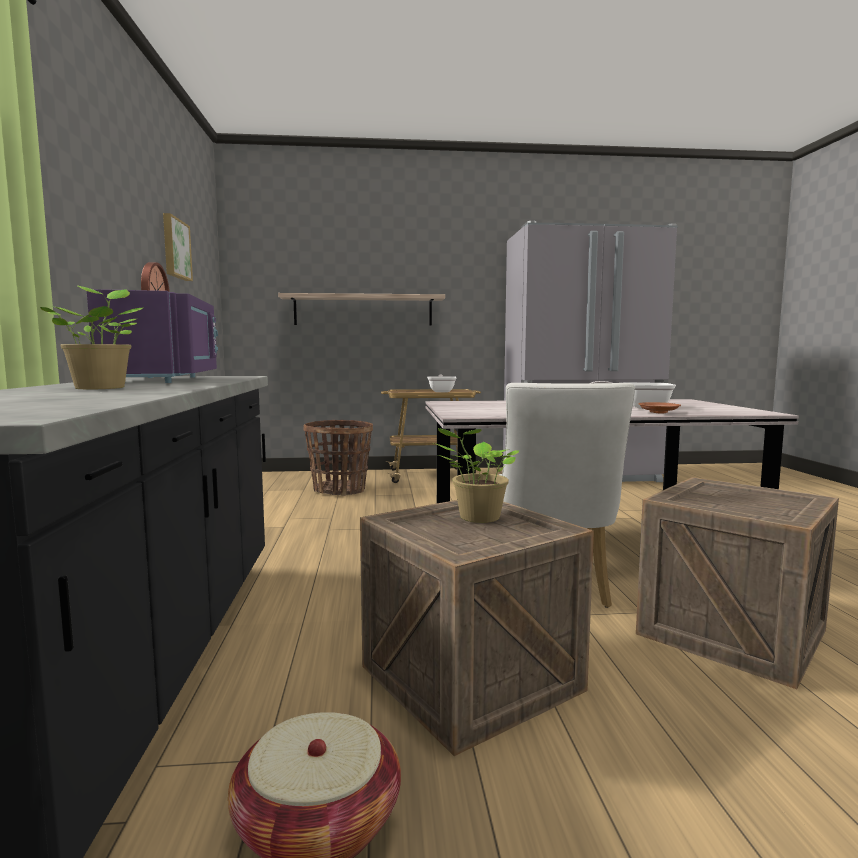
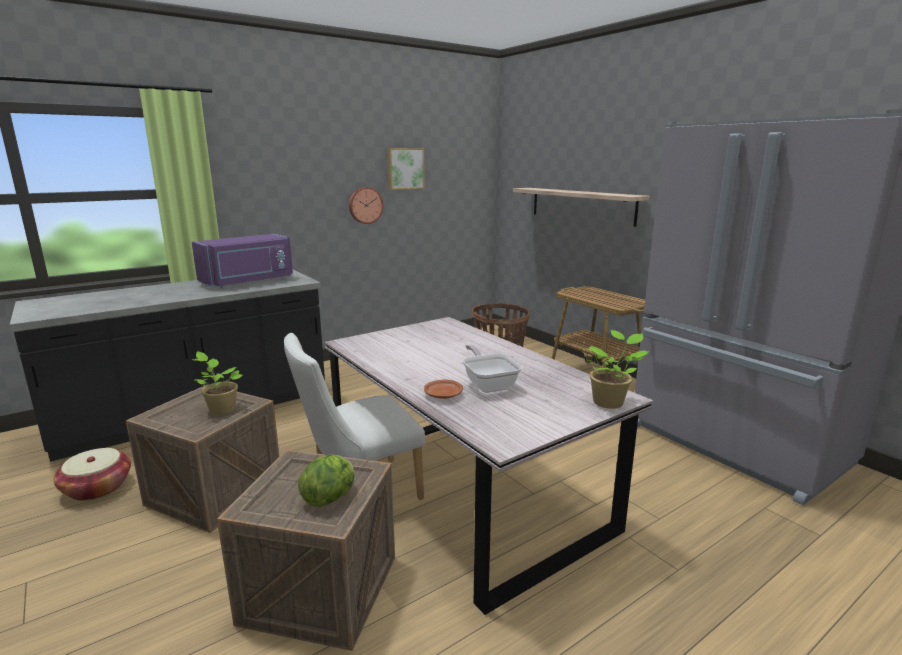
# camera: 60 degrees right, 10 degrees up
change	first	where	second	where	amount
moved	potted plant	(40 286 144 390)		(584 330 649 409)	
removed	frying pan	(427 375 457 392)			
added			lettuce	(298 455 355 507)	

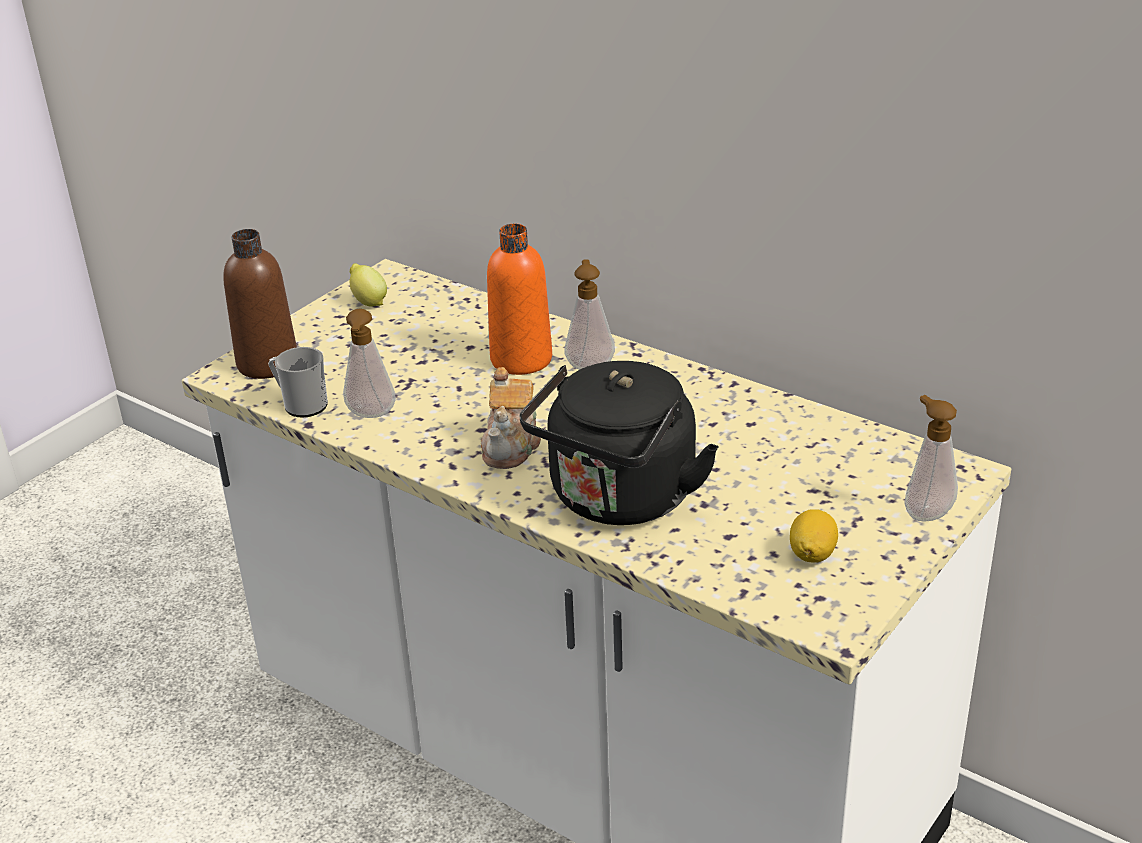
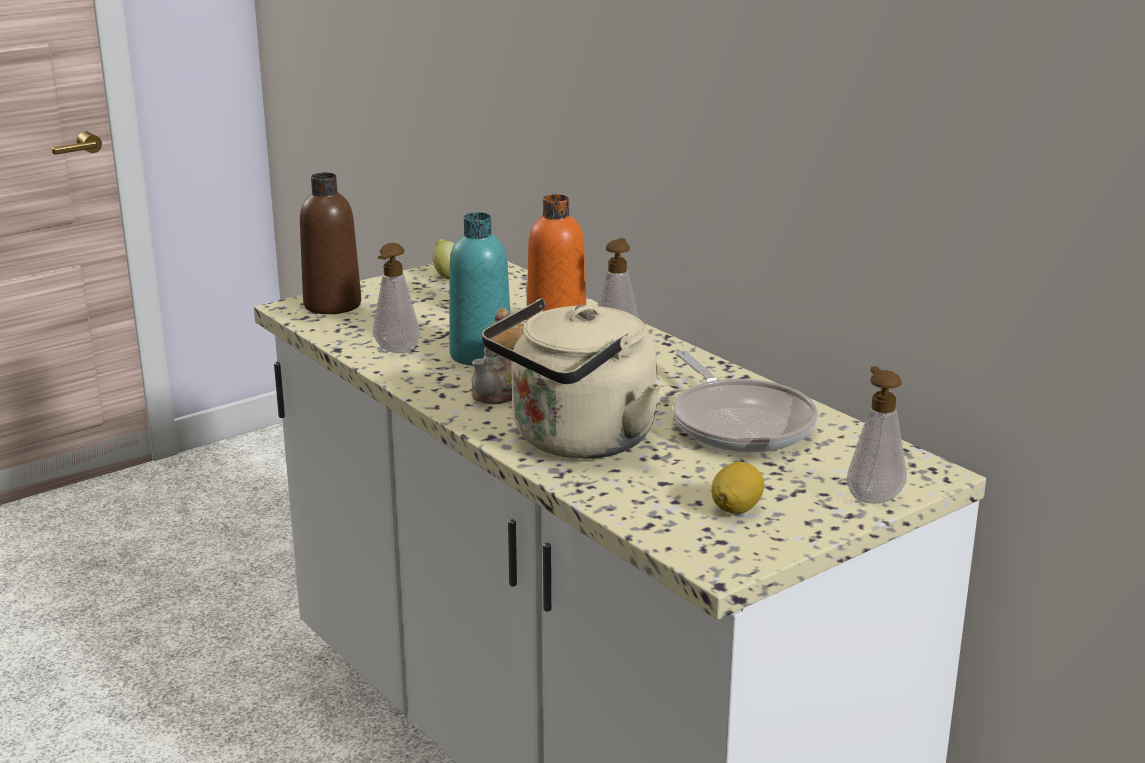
# camera: 15 degrees right, 10 degrees down
change	first	where	second	where	amount
removed	mug	(268 347 328 417)			
recoloured	black kettle	(520 361 719 525)	beige kettle	(482 298 661 459)	
added			turquoise bottle	(449 212 511 366)	
added			frying pan	(673 351 818 453)	

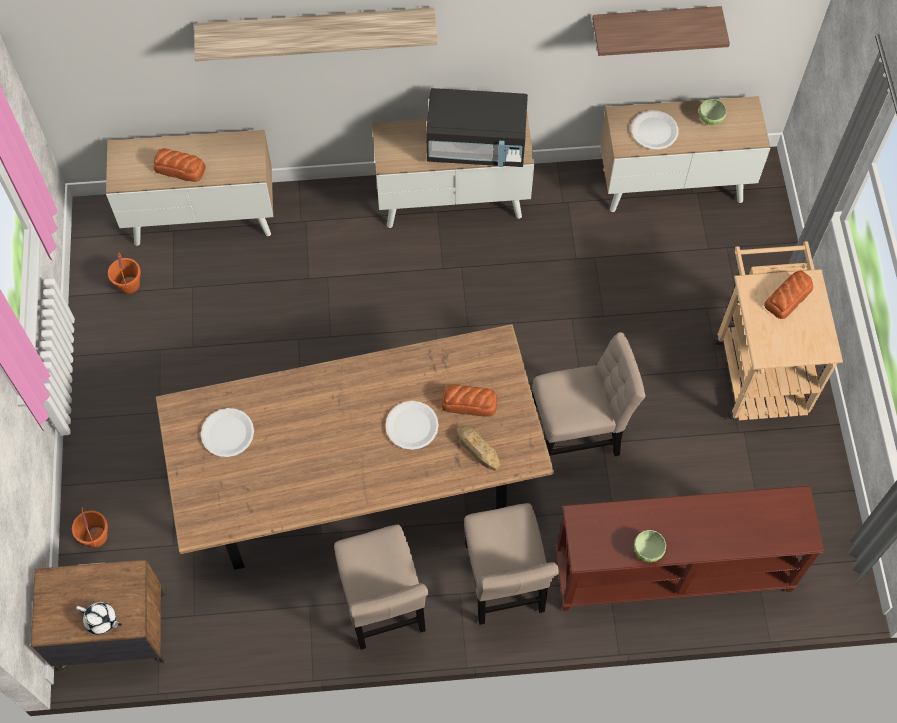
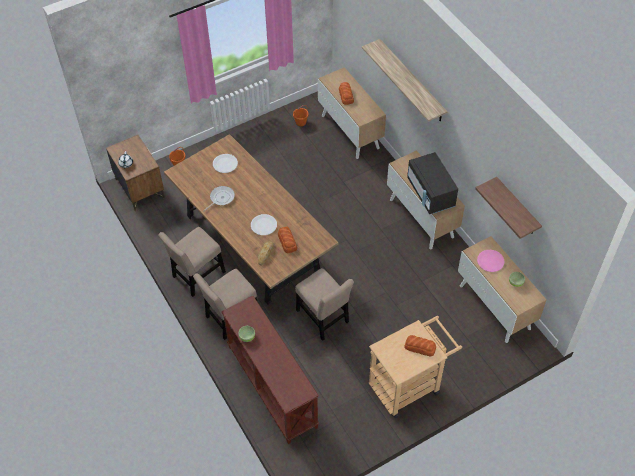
# camera: 65 degrees right, 10 degrees down
change	first	where	second	where	amount
recoloured	white plate	(631 110 678 150)	pink plate	(477 250 505 272)	
added			frying pan	(203 186 235 212)	

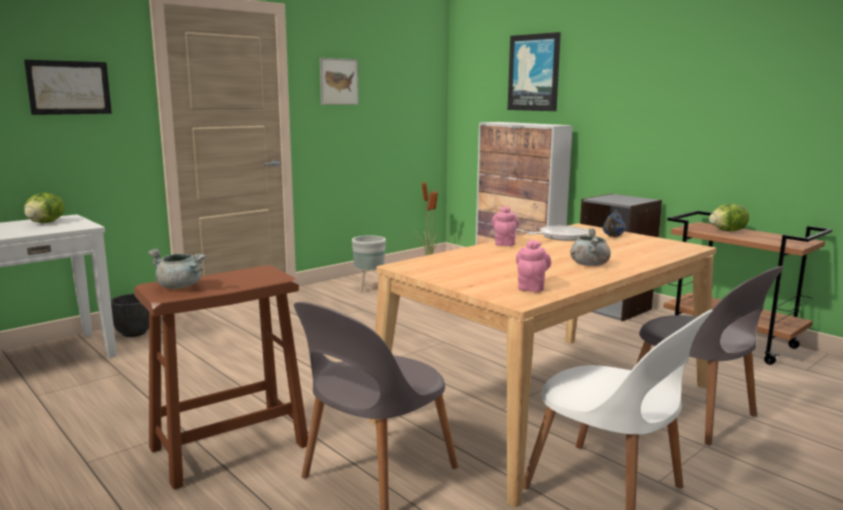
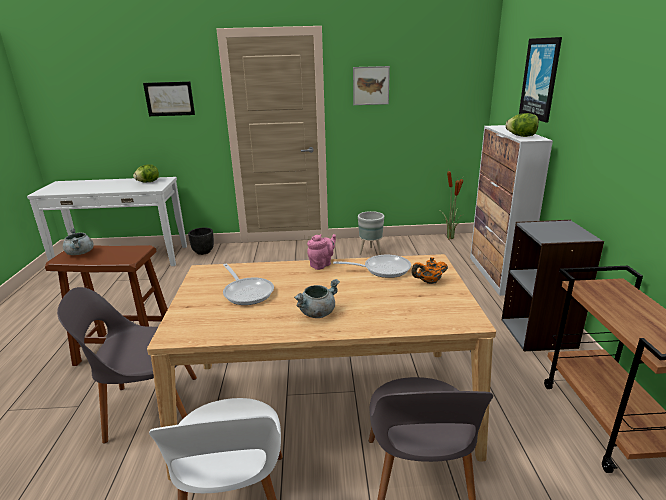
# camera: 40 degrees right, 10 degrees up
change	first	where	second	where	amount
removed	pink teapot	(516 240 551 292)			
recoloured	blue teapot	(603 210 625 237)	orange teapot	(411 257 448 284)	
moved	lettuce	(709 204 749 231)		(505 113 539 137)	
added			frying pan	(223 264 274 305)	

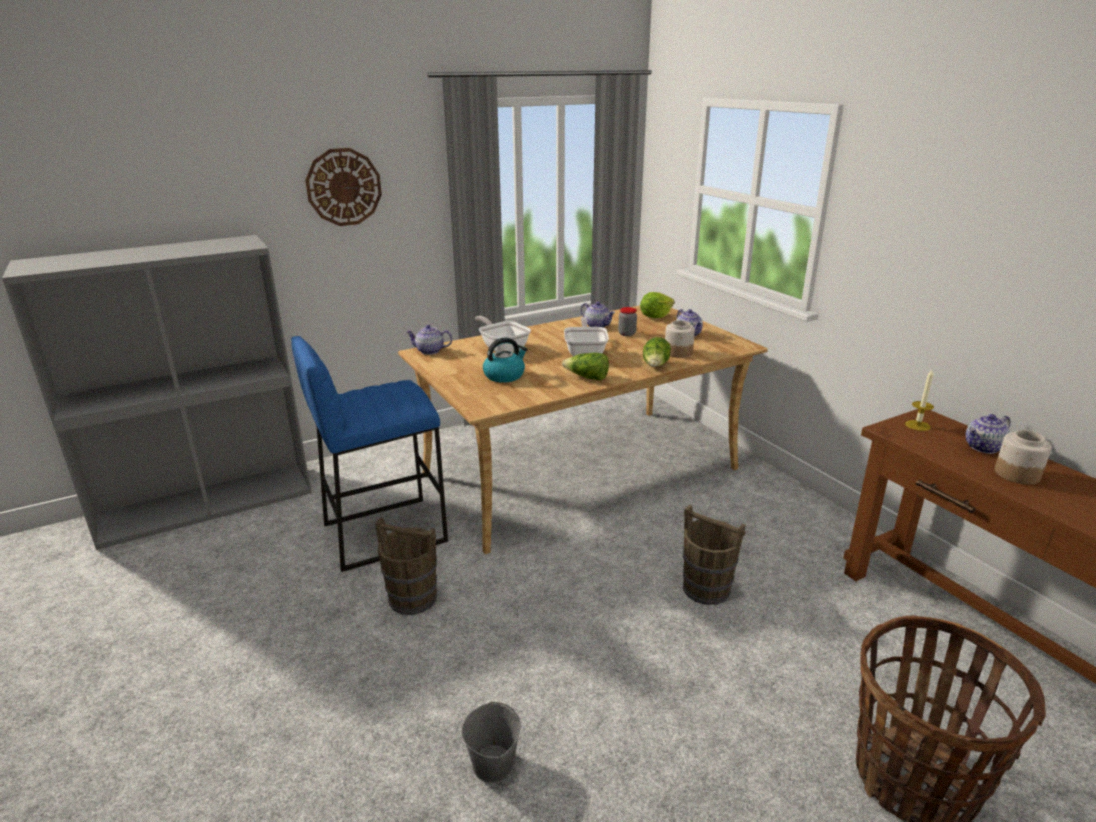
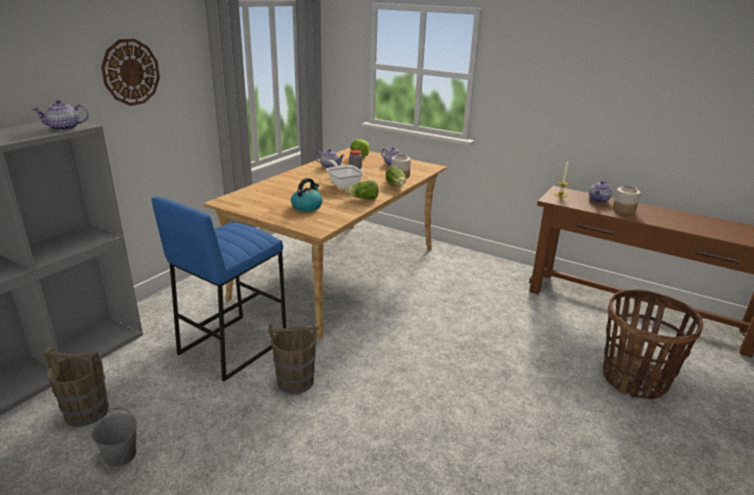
# camera: 30 degrees left, 0 degrees up
change	first	where	second	where	amount
moved	teapot	(406 325 452 355)		(33 100 89 131)	
moved	grey bucket	(461 702 521 783)		(91 408 137 467)	
removed	frying pan	(475 316 531 352)			
moved	brown bucket	(683 505 746 605)		(44 347 109 427)	

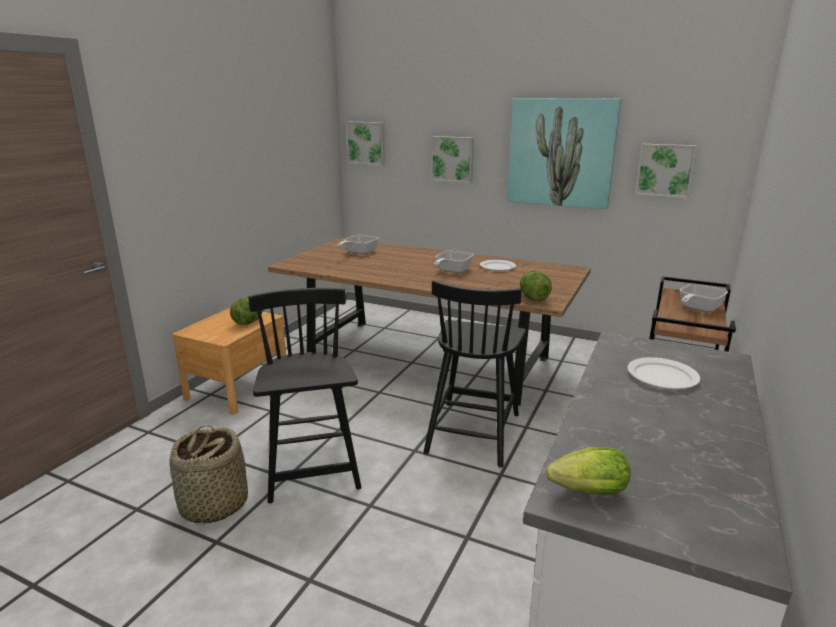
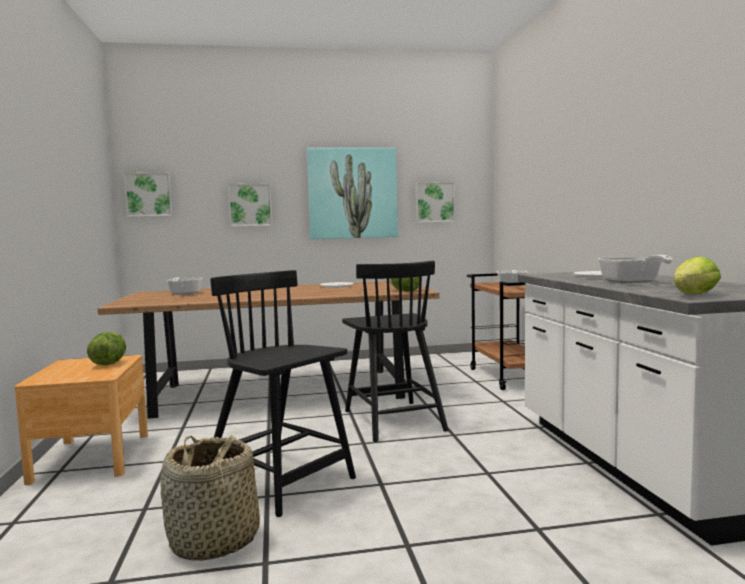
# camera: 35 degrees left, 15 degrees down
change	first	where	second	where	amount
moved	frying pan	(434 251 474 273)		(598 255 673 283)	

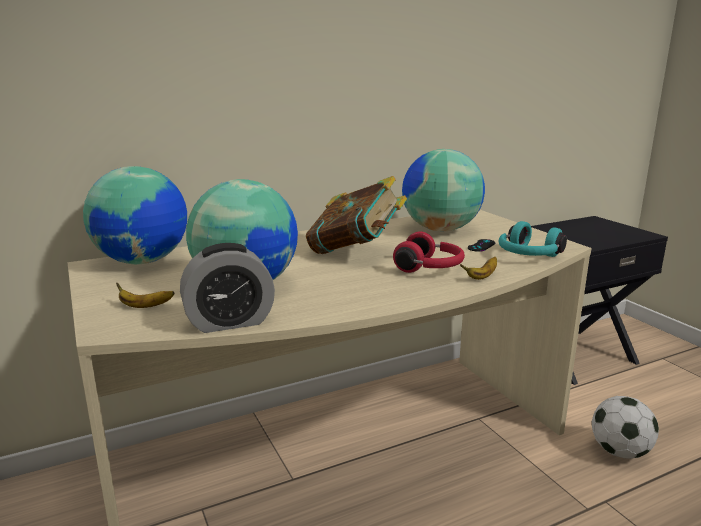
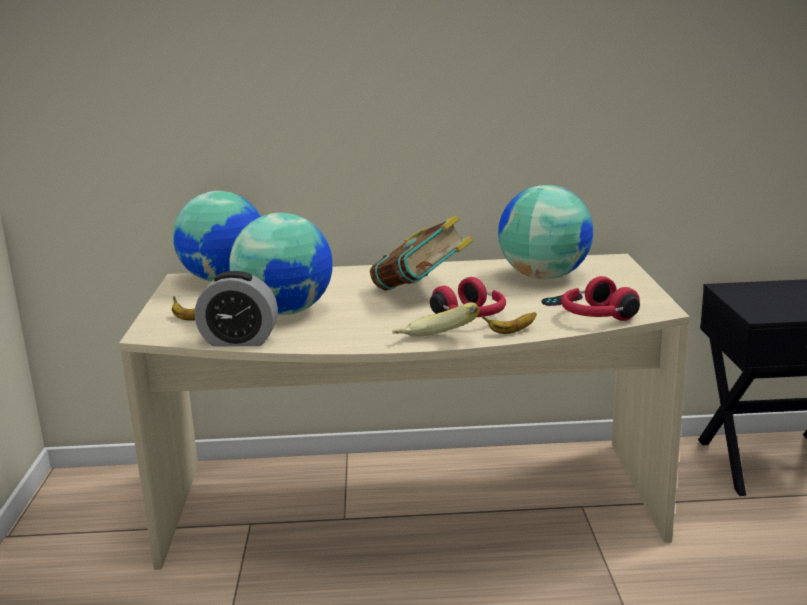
# camera: 25 degrees right, 0 degrees up
change	first	where	second	where	amount
recoloured	turquoise headphones	(499 221 567 257)	red headphones	(561 276 640 321)	
removed	football	(592 396 659 459)			
added			banana	(392 302 479 337)	

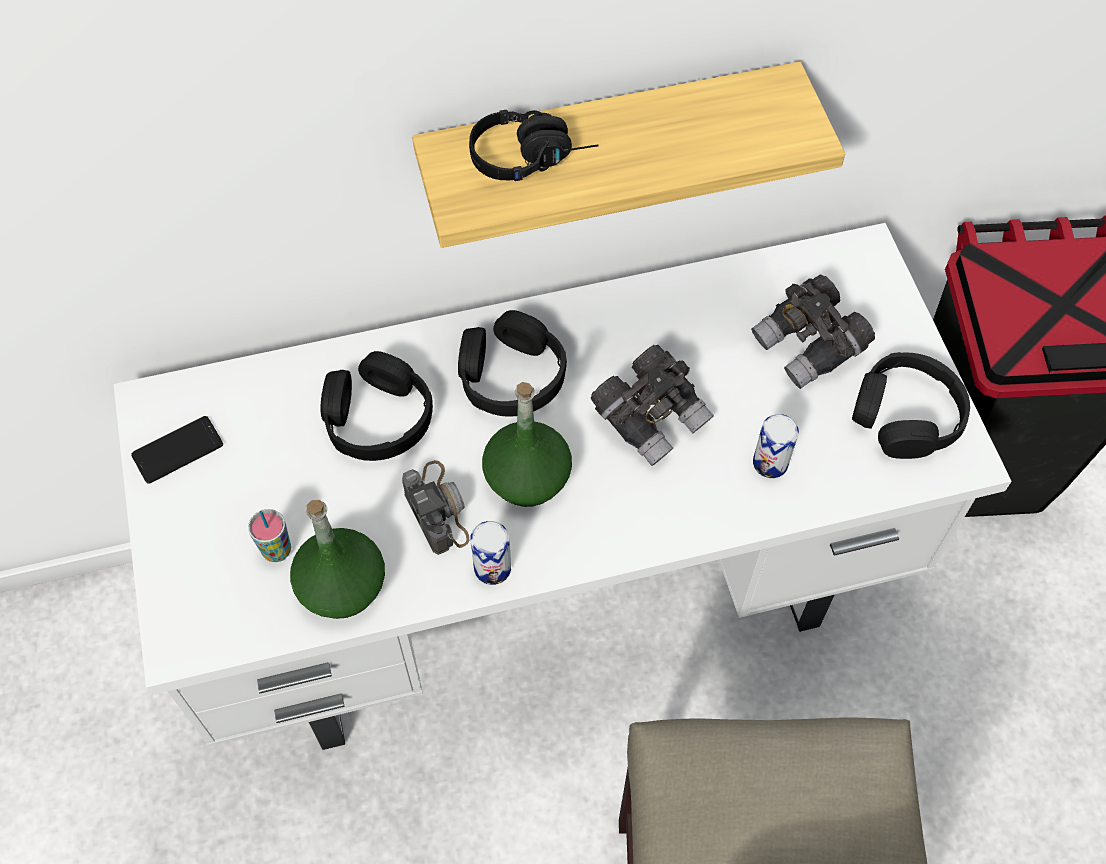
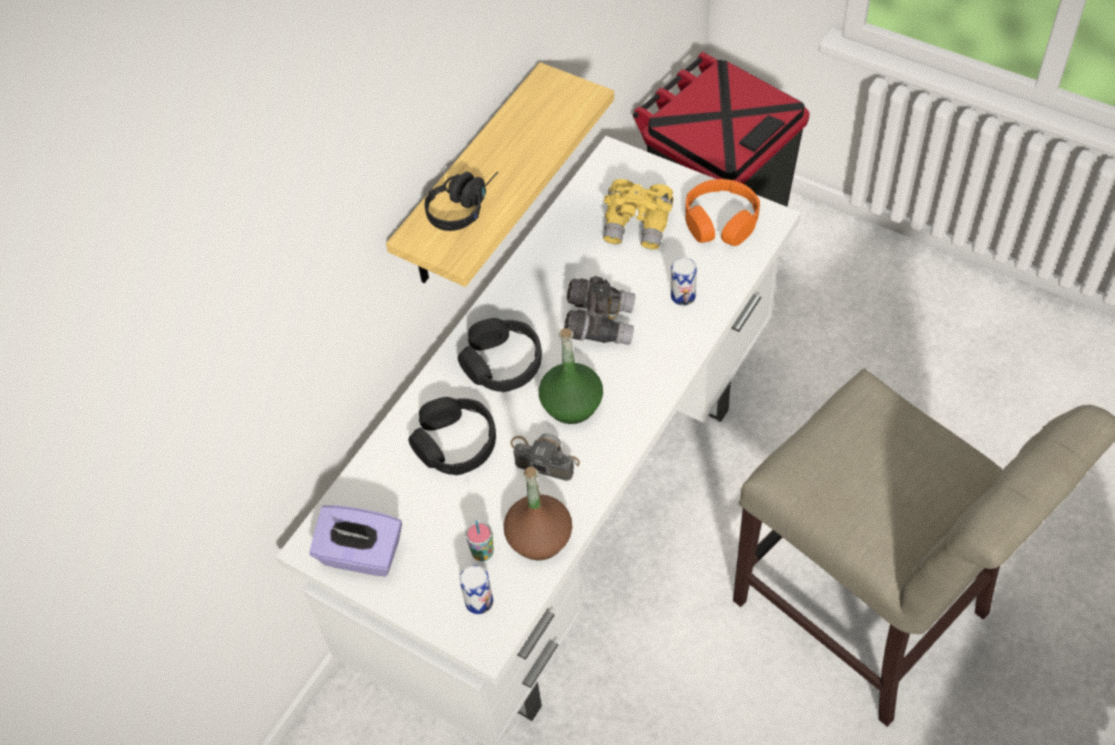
# camera: 40 degrees left, 5 degrees down
change	first	where	second	where	amount
replaced	phone	(131 416 223 484)	purple tissue box	(309 505 402 576)	
recoloured	green bottle	(290 500 385 619)	brown bottle	(504 467 572 561)	
moved	can	(471 521 511 585)		(459 565 493 614)	
recoloured	grey binoculars	(751 274 875 389)	yellow binoculars	(603 179 674 250)	
recoloured	black headphones	(852 352 970 459)	orange headphones	(685 179 760 246)	

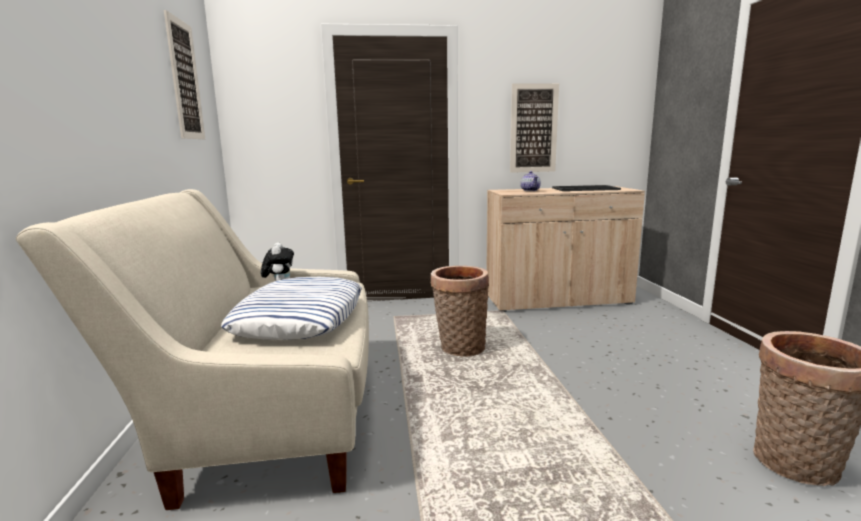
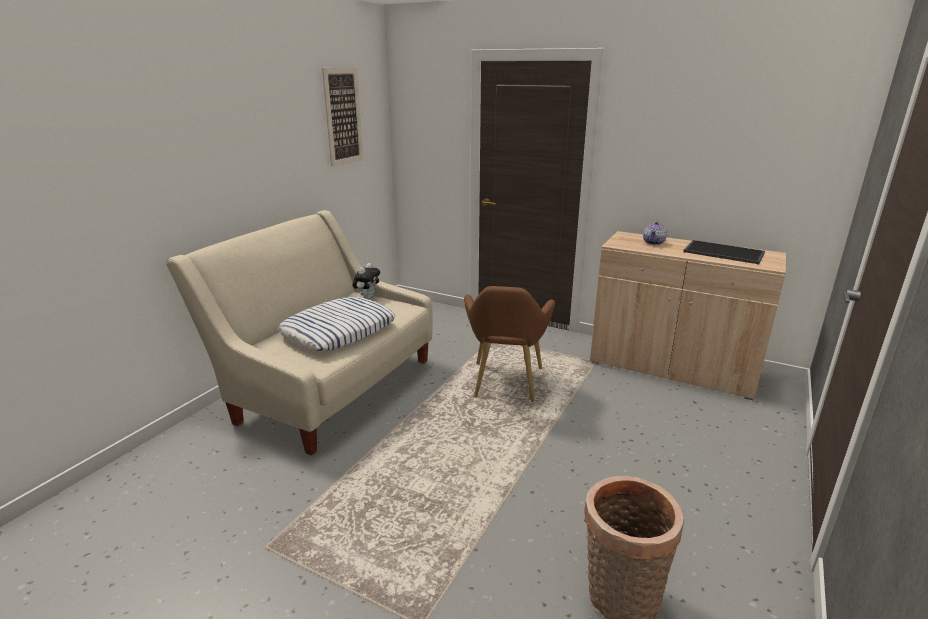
# camera: 35 degrees right, 10 degrees up
change	first	where	second	where	amount
replaced	basket	(431 266 489 357)	brown armchair	(464 286 555 402)	
removed	picture	(510 83 559 173)			

